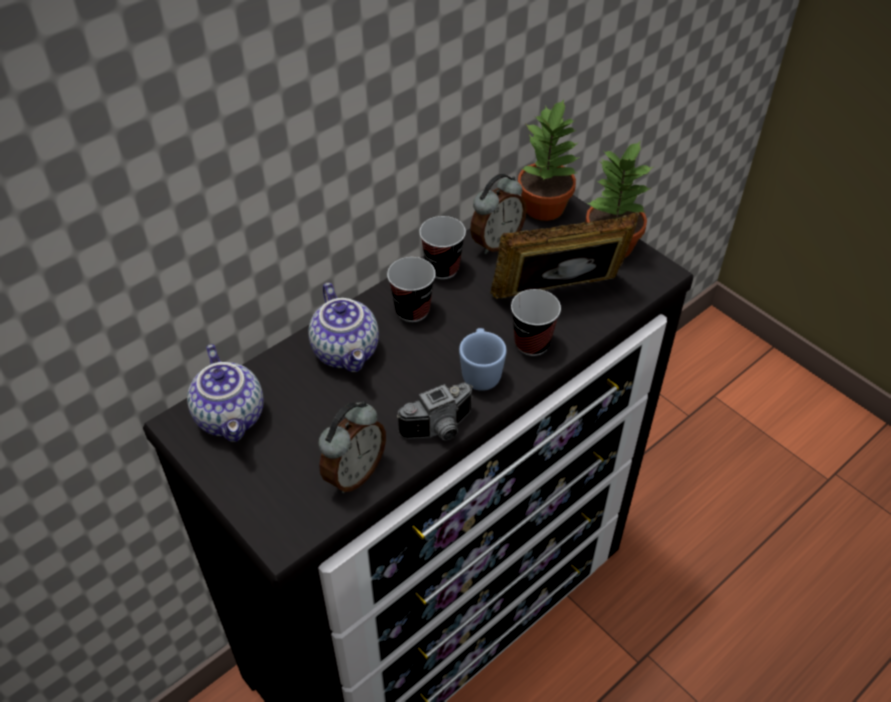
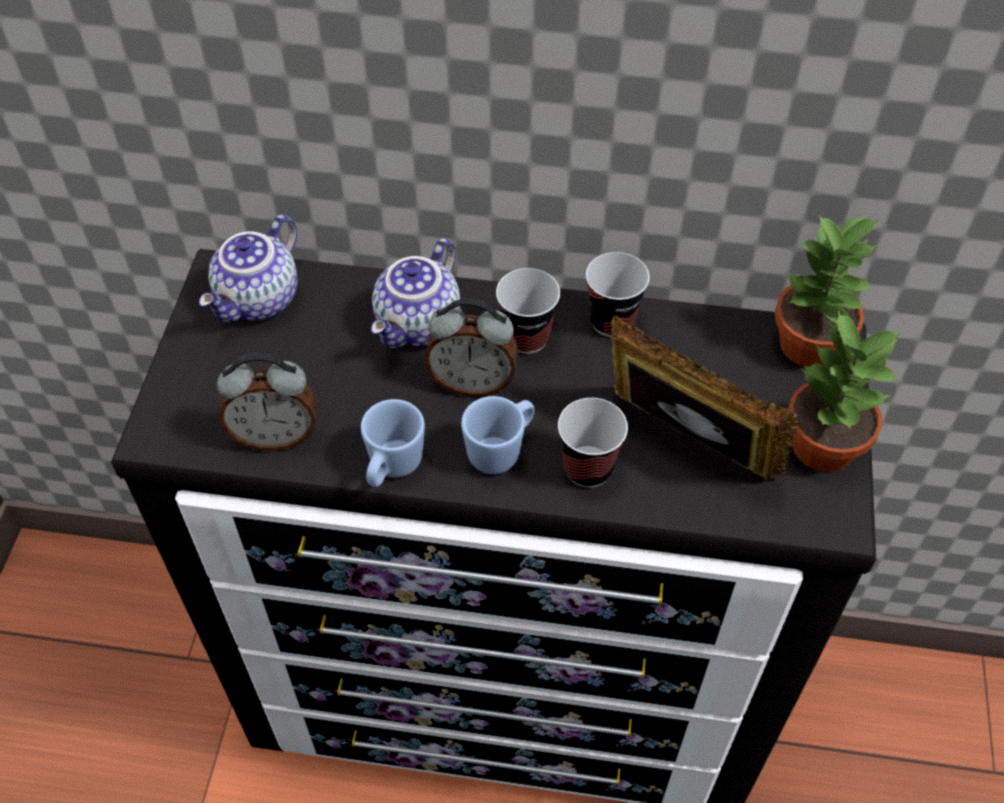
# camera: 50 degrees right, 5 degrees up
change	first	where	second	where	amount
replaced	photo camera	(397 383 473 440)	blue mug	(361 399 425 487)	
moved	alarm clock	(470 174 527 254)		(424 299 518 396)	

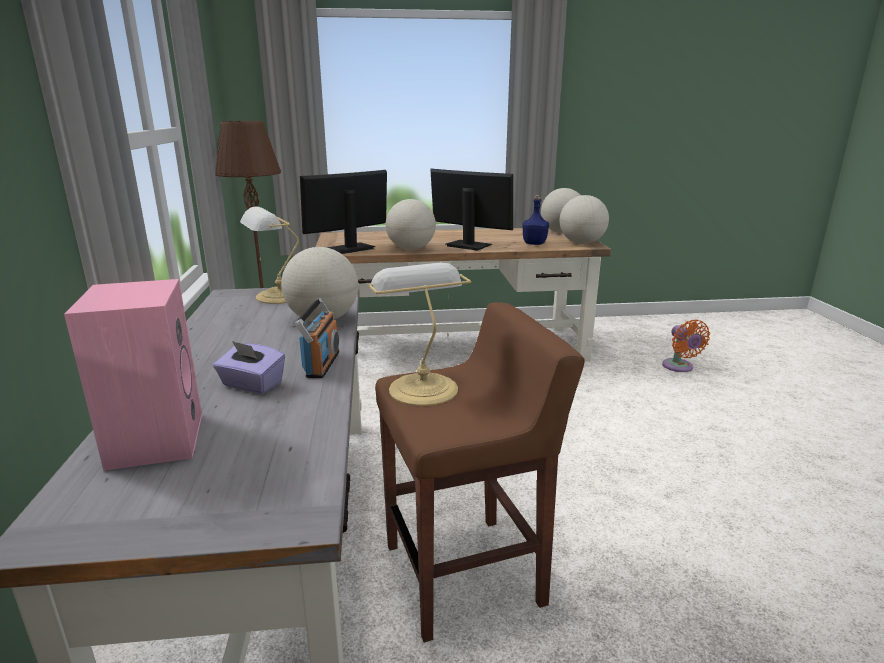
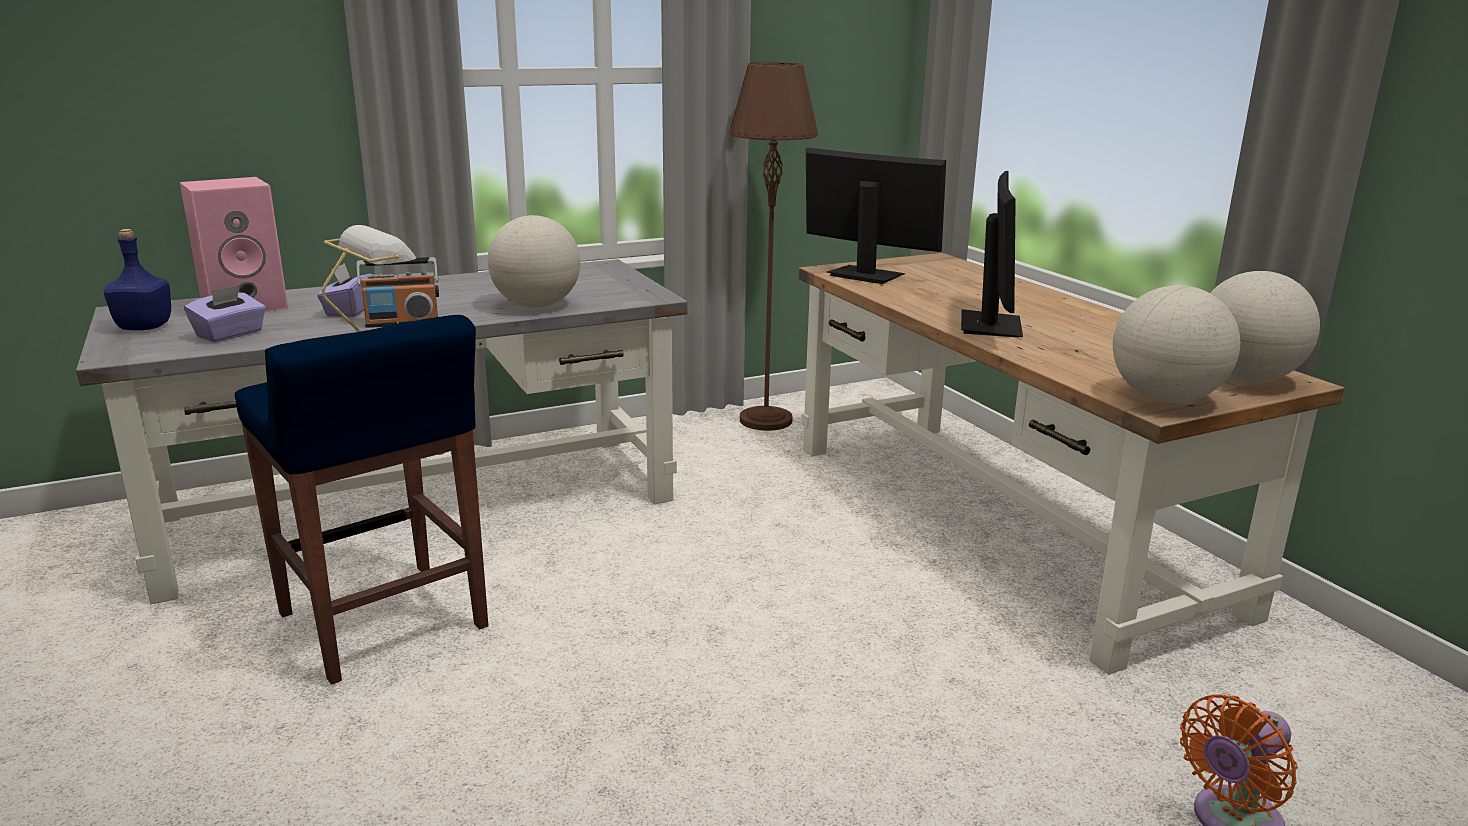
# camera: 70 degrees right, 0 degrees up
change	first	where	second	where	amount
removed	table lamp	(240 206 299 304)			
recoloured	brown stool	(375 302 585 642)	blue stool	(235 315 488 685)	
removed	globe	(386 199 436 250)			
moved	blue bottle	(523 195 549 245)		(104 229 171 330)	
added			purple tissue box	(184 285 266 342)	

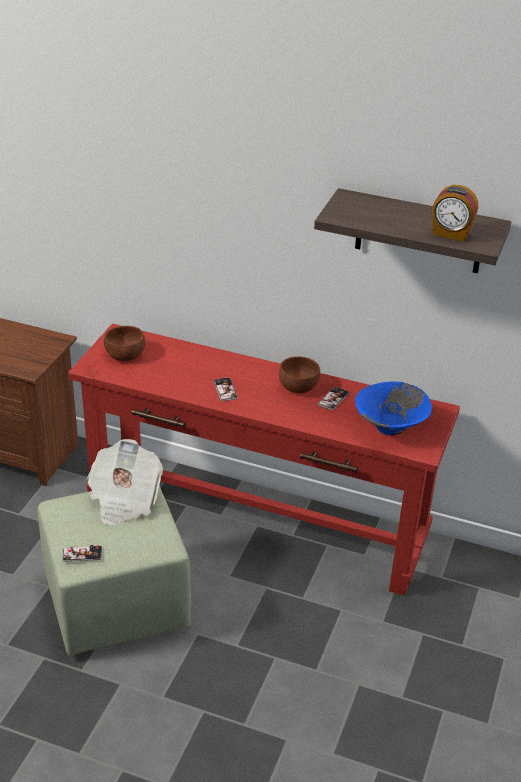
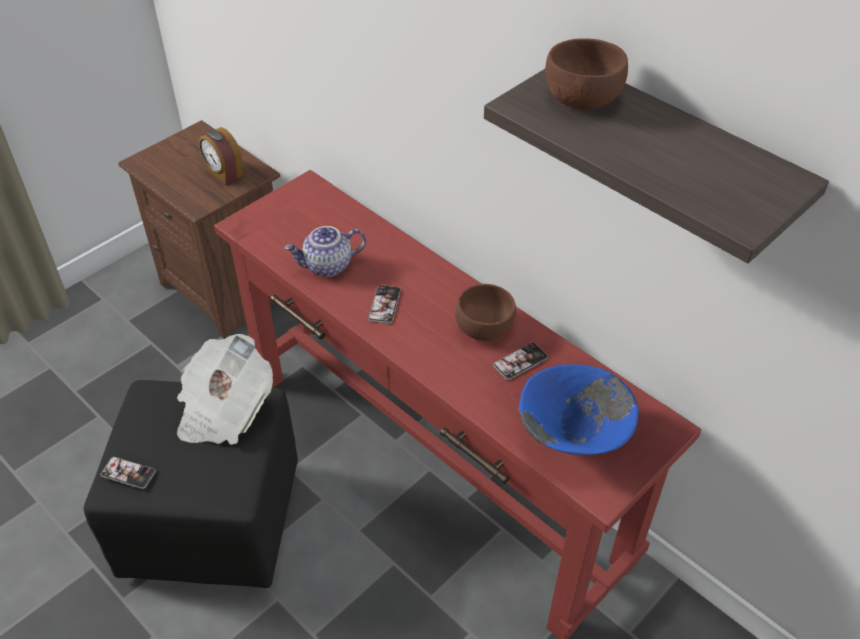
# camera: 25 degrees right, 10 degrees up
change	first	where	second	where	amount
recoloured	green ottoman	(38 486 191 656)	black ottoman	(84 380 298 588)	
moved	brown bowl	(104 326 145 361)		(545 38 628 110)	
moved	alarm clock	(432 185 478 242)		(199 127 243 184)	
added			teapot	(284 226 366 277)	

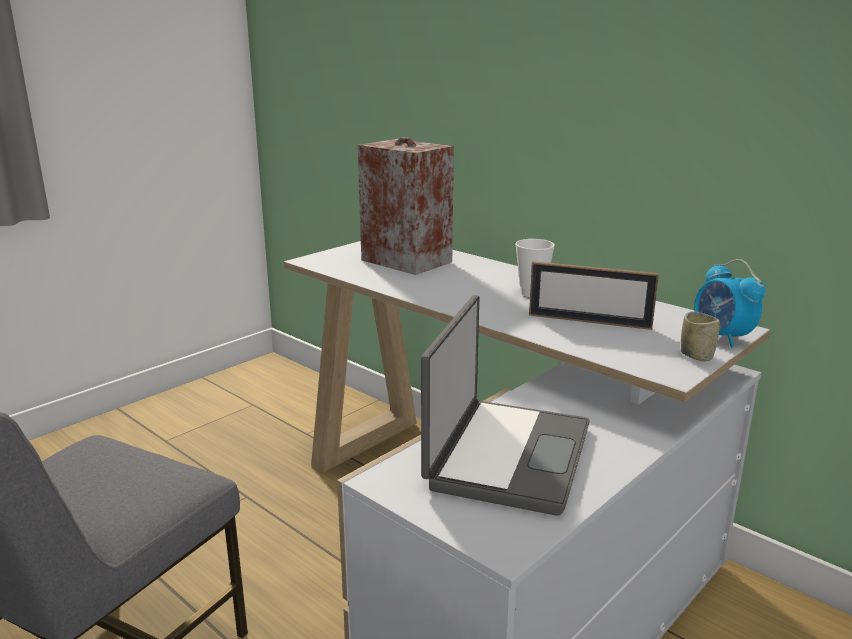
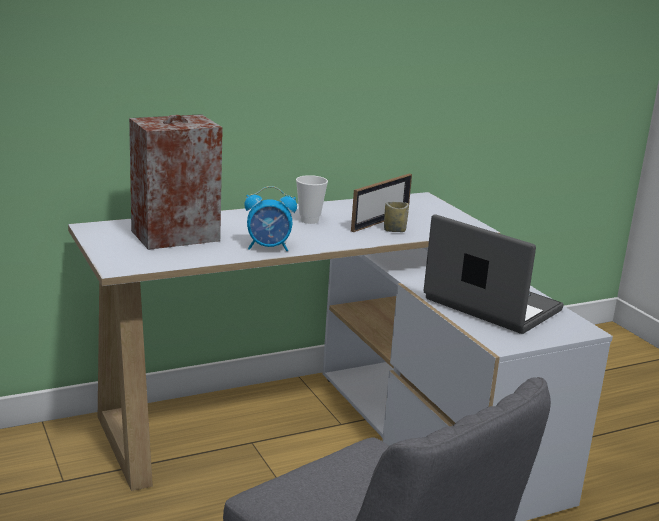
# camera: 70 degrees left, 0 degrees up
change	first	where	second	where	amount
moved	cup	(681 311 720 361)		(384 202 409 232)	
moved	alarm clock	(694 259 766 348)		(244 186 297 251)	

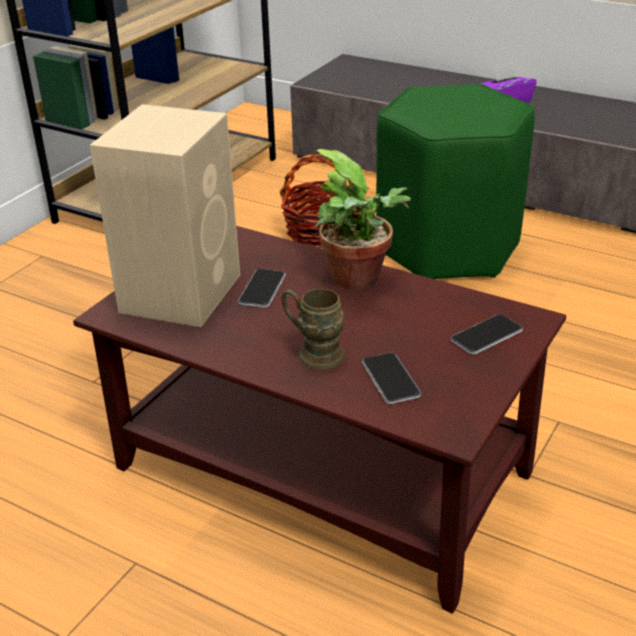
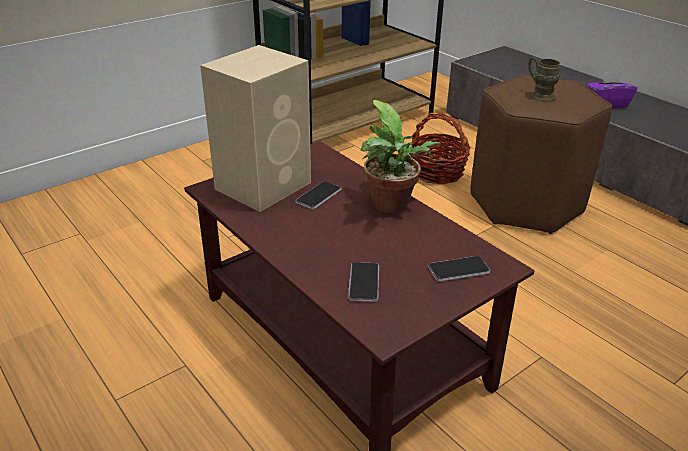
# camera: 20 degrees right, 0 degrees up
change	first	where	second	where	amount
moved	brown mug	(282 289 346 370)		(528 57 560 102)	
recoloured	green stool	(376 84 535 279)	brown stool	(470 75 613 234)	

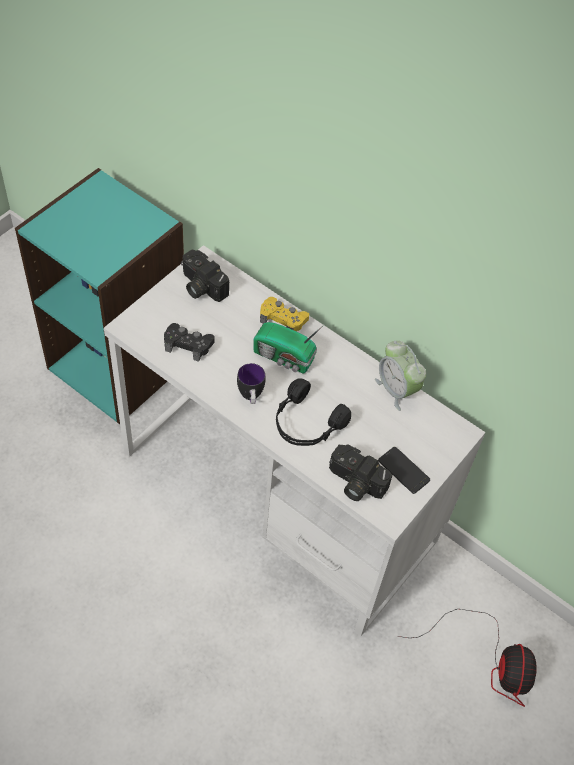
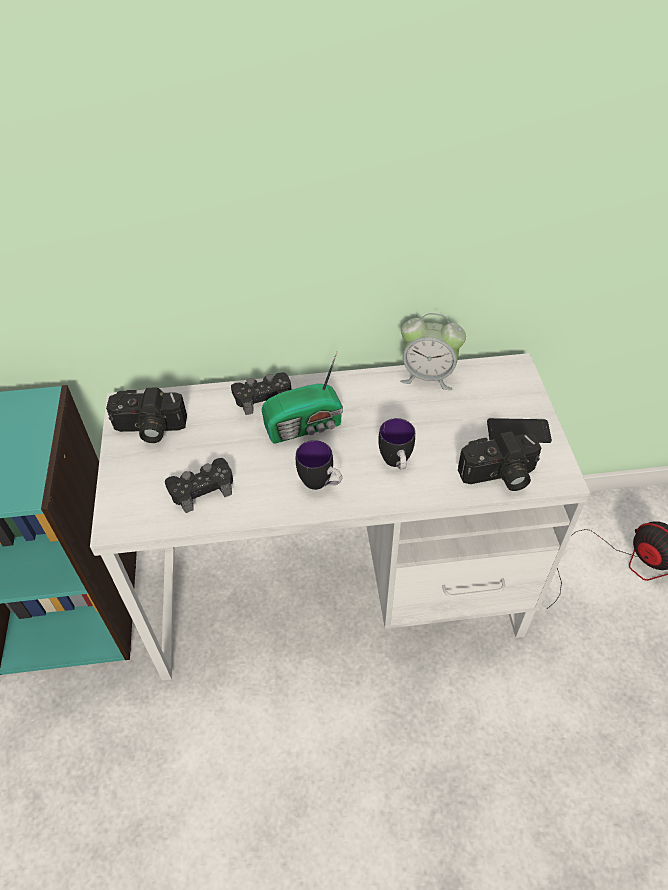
# camera: 40 degrees left, 5 degrees down
change	first	where	second	where	amount
recoloured	yellow game controller	(260 297 309 331)	black game controller	(231 372 291 415)	
replaced	black headphones	(276 378 351 446)	mug	(378 418 415 469)	

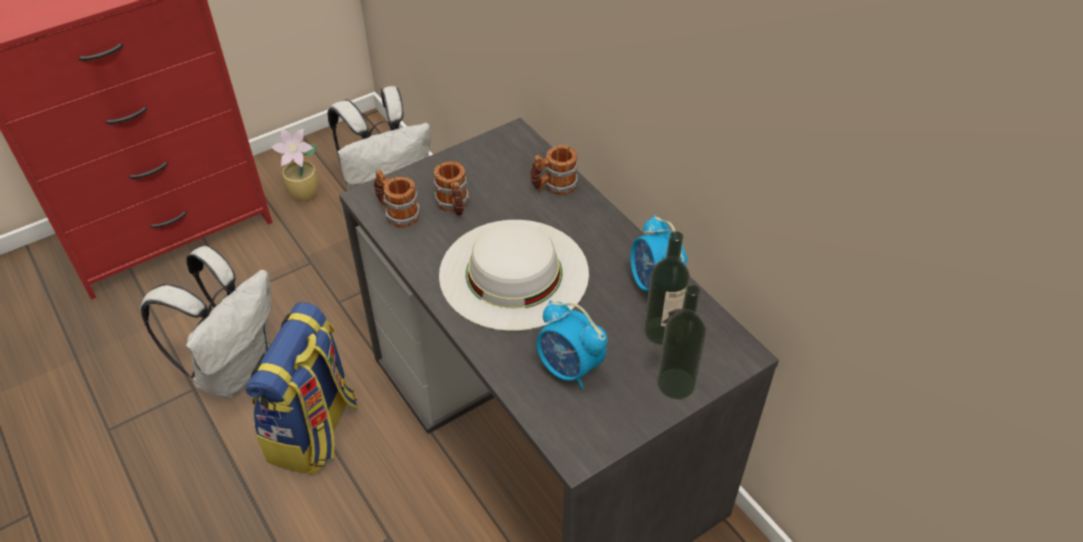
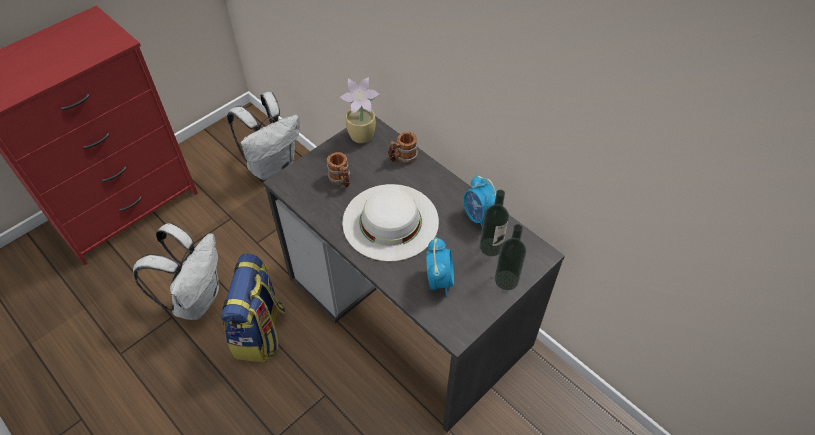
# camera: 10 degrees left, 5 degrees up
change	first	where	second	where	amount
moved	potted plant	(271 128 318 202)		(340 77 379 143)	
removed	mug	(374 169 420 228)			
turned	alarm clock	(536 300 608 389)		(427 237 454 296)	120 degrees counterclockwise

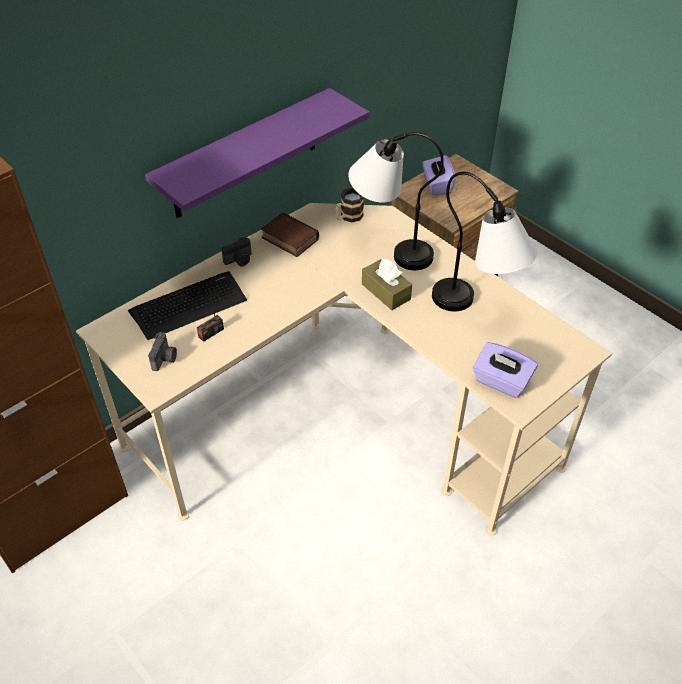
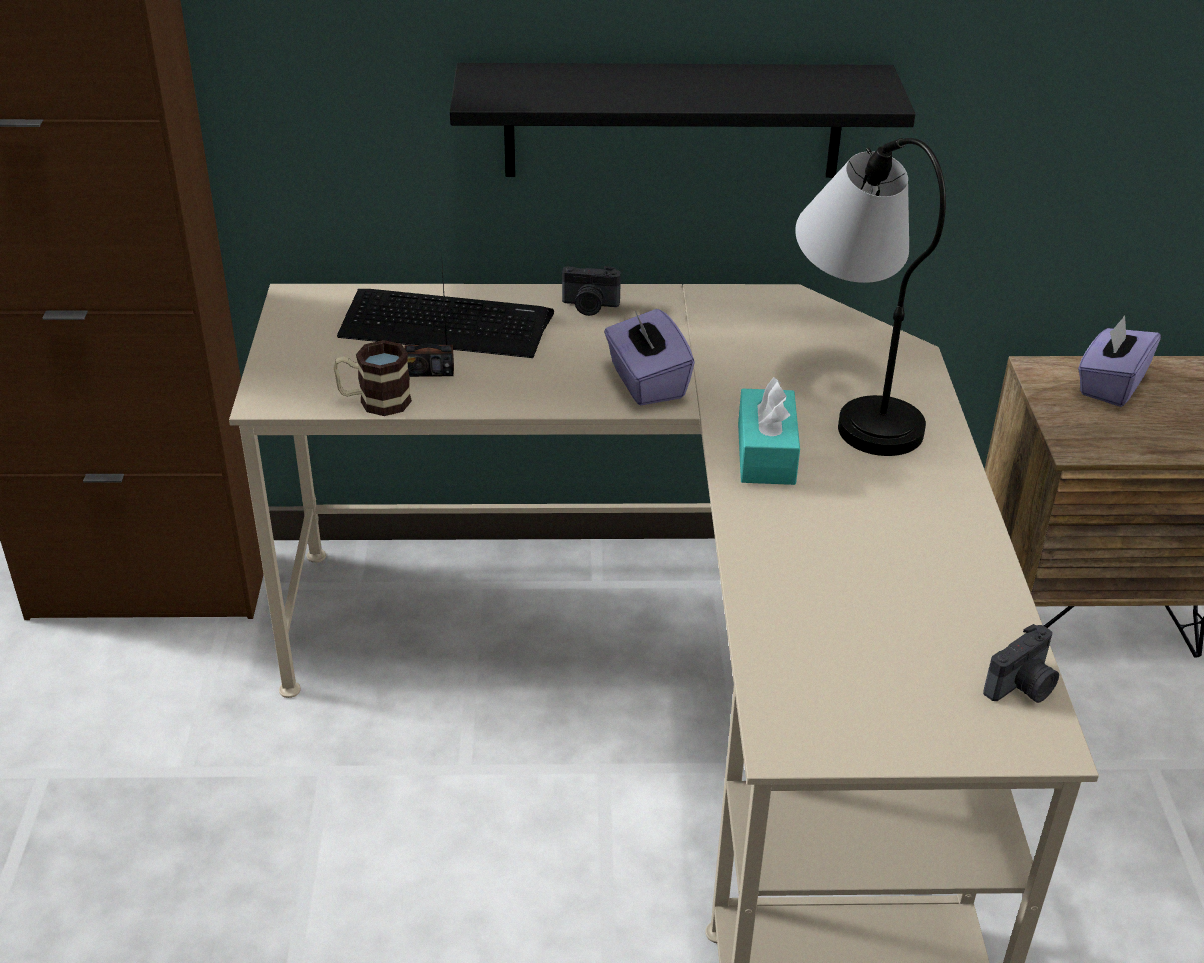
# camera: 40 degrees right, 10 degrees down
change	first	where	second	where	amount
recoloured	purple shelf	(145 88 369 218)	black shelf	(450 63 916 178)	
moved	photo camera	(148 332 177 371)		(983 624 1059 703)	
removed	book	(261 212 319 257)			
moved	mug	(336 188 364 222)		(333 340 412 416)	
recoloured	brown tissue box	(362 259 412 310)	turquoise tissue box	(738 377 800 485)	
removed	table lamp	(432 172 537 311)			
moved	purple tissue box	(473 342 538 398)		(604 306 695 406)	

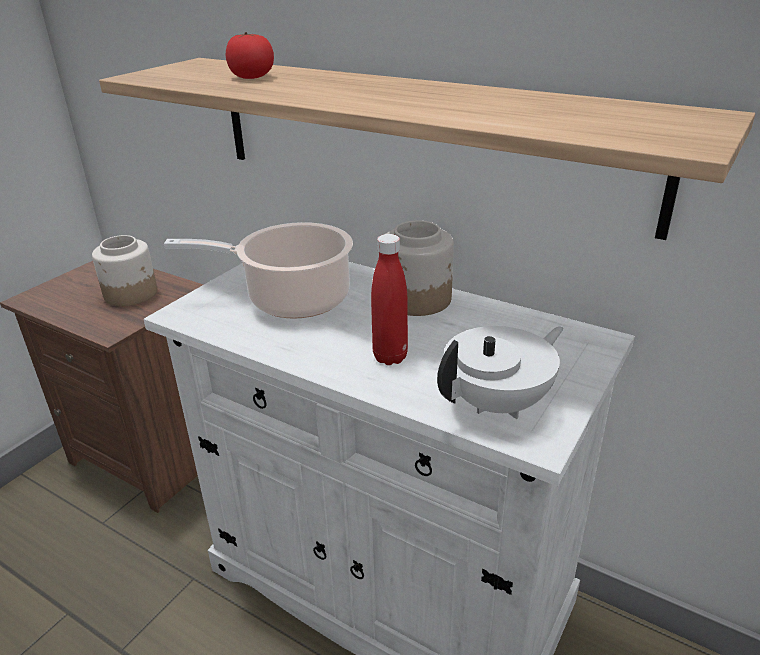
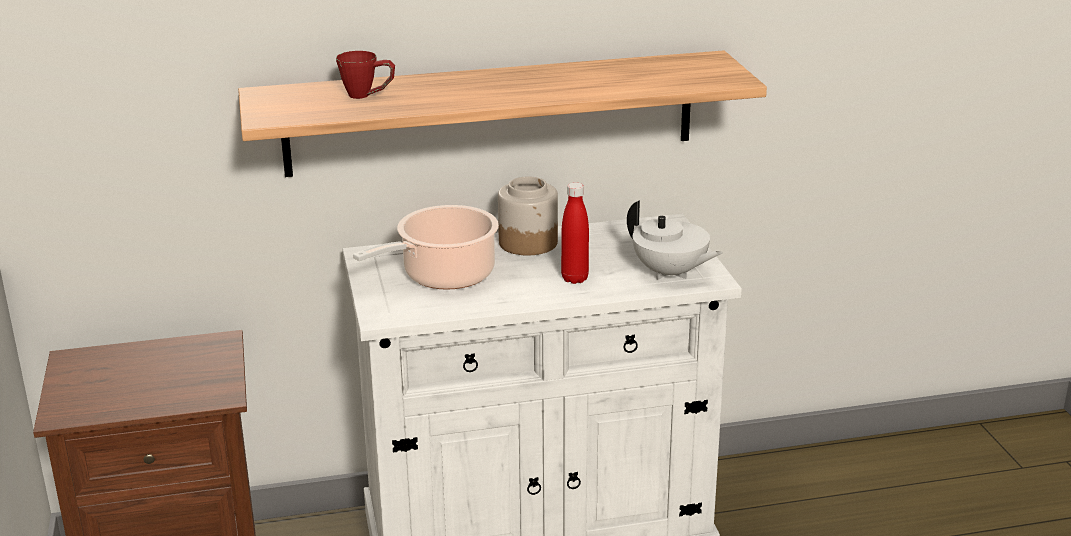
# camera: 45 degrees left, 5 degrees down
change	first	where	second	where	amount
removed	jar	(92 235 157 306)			
replaced	tomato	(226 32 274 79)	red mug	(336 51 395 99)	
turned	white teapot	(437 326 563 419)		(627 200 723 280)	120 degrees clockwise

